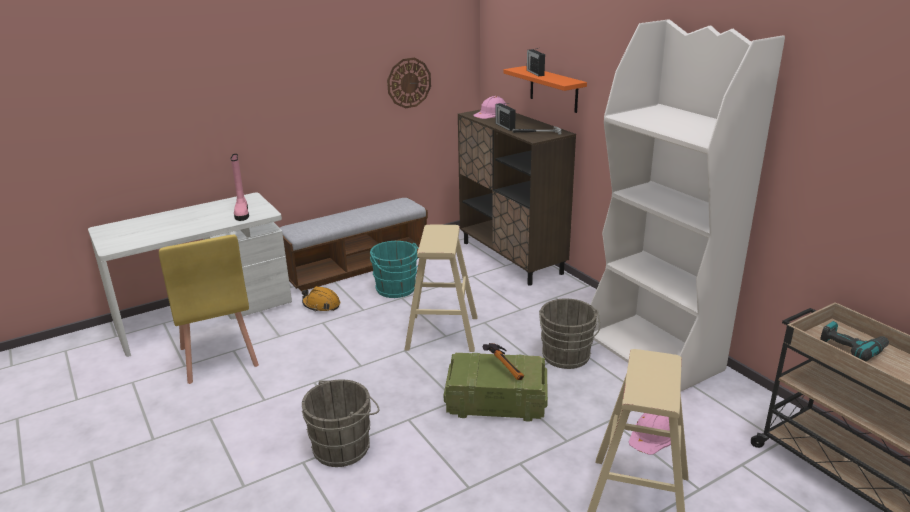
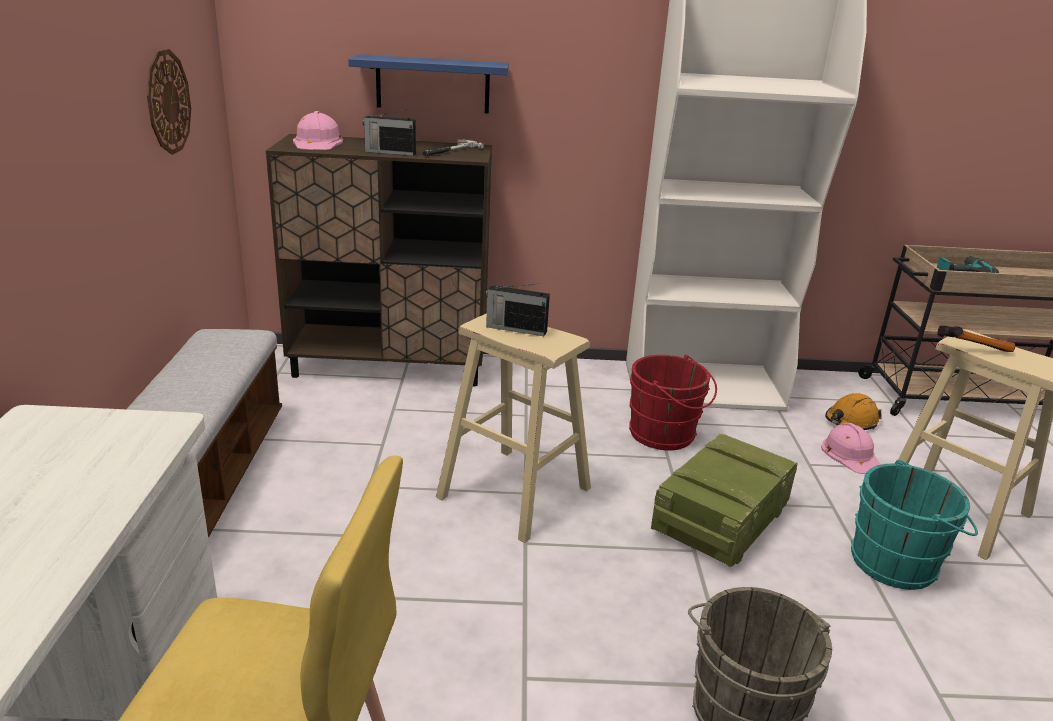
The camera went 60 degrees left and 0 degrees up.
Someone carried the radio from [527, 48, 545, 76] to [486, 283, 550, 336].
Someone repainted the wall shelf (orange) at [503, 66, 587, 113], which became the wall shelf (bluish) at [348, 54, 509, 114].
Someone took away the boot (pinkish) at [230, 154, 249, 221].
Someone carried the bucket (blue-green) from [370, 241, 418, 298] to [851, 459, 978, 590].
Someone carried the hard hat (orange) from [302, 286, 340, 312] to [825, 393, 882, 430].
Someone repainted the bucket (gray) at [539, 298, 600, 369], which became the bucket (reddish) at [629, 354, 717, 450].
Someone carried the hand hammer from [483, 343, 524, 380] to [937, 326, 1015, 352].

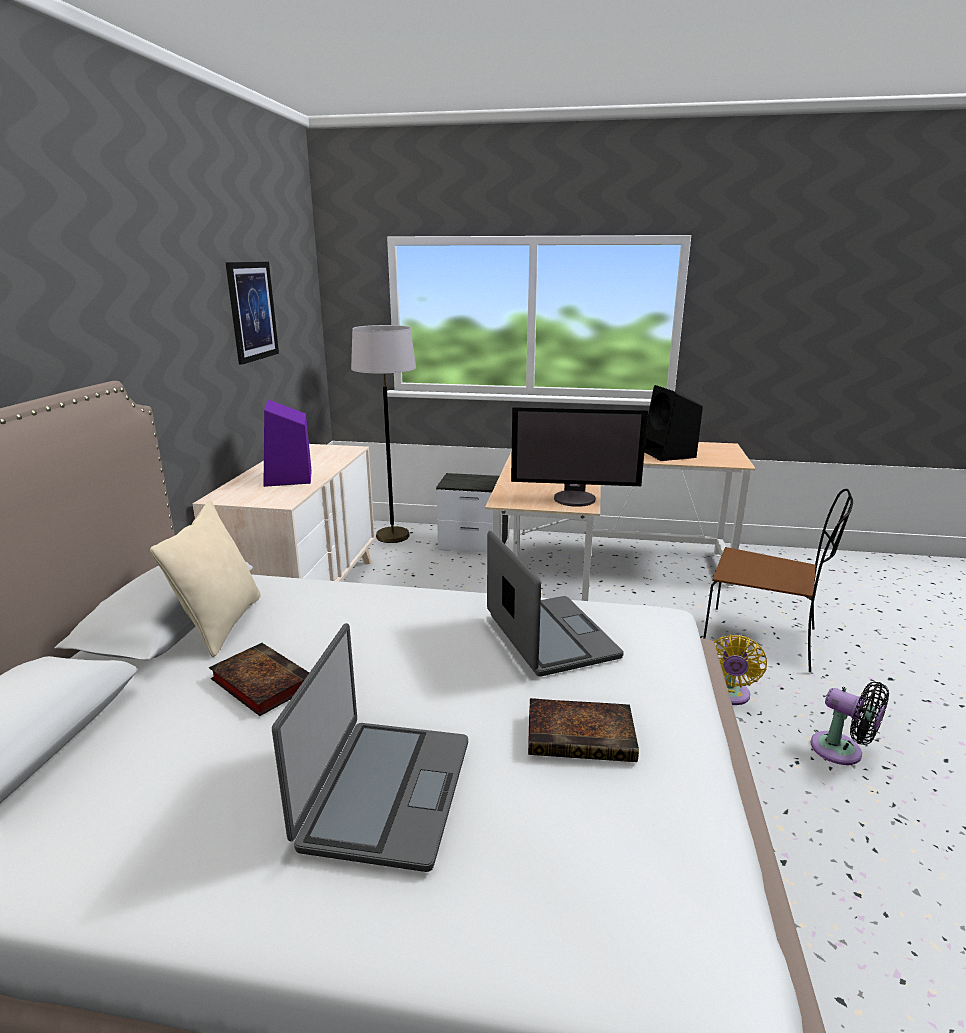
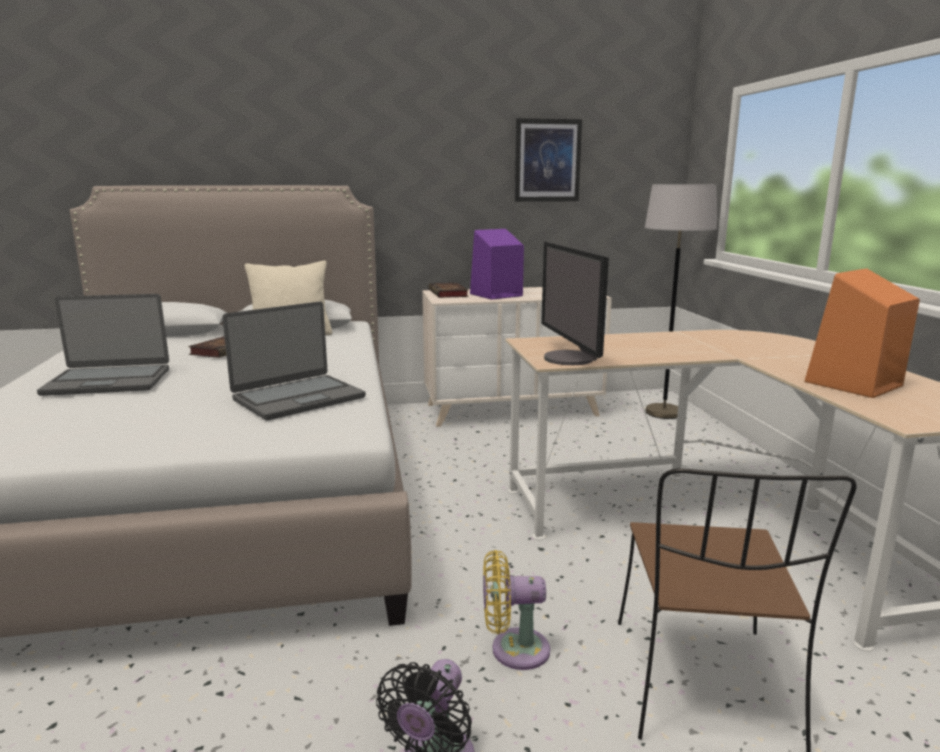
The camera went 70 degrees right and 5 degrees down.
Someone repainted the loudspeaker (black-coloured) at [645, 385, 703, 461], which became the loudspeaker (orange) at [804, 268, 920, 398].
Someone took away the nightstand at [436, 473, 508, 553].
Someone carried the bound book from [528, 698, 639, 762] to [429, 283, 469, 298].

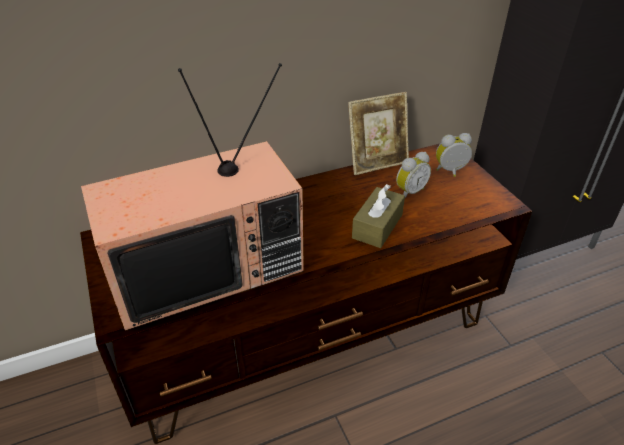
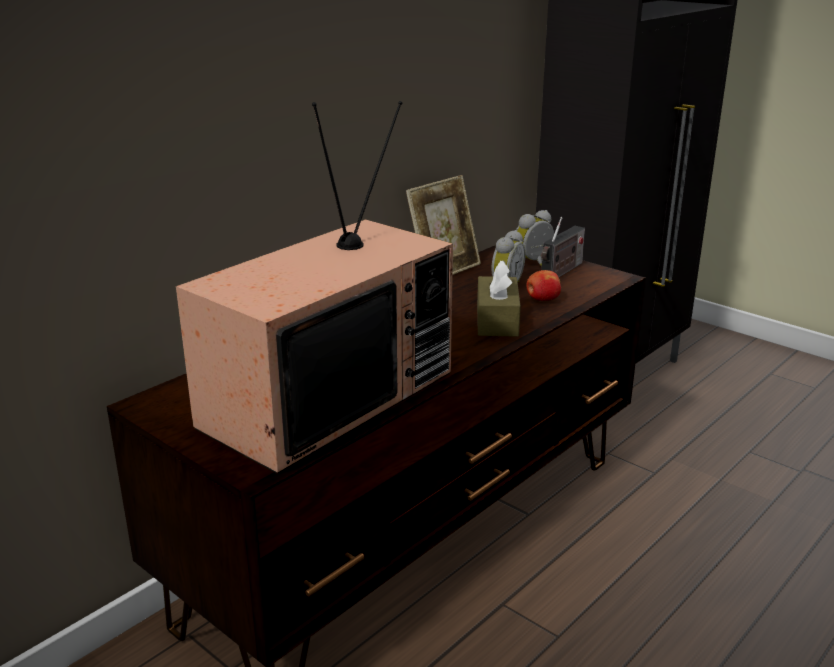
The camera went 25 degrees left and 15 degrees down.
Someone put down the radio at [541, 217, 585, 277].
Someone put down the whole apple at [526, 270, 561, 301].

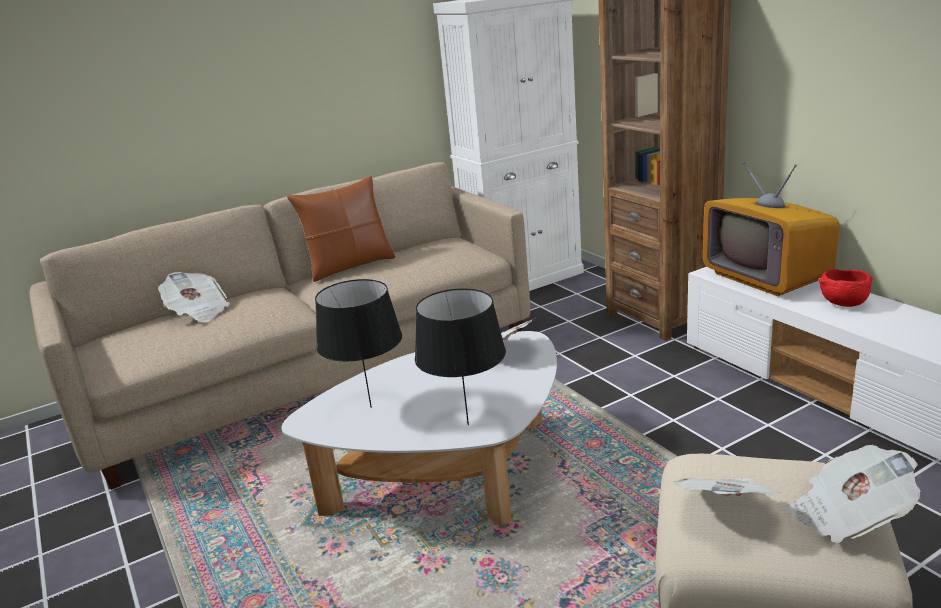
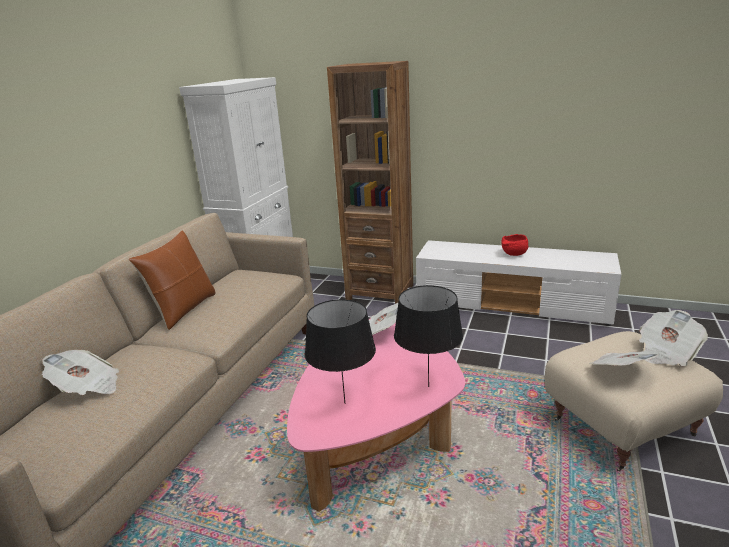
The camera went 40 degrees left and 0 degrees up.
Someone took away the television at [703, 162, 840, 296].
Someone repainted the low table (whitish) at [282, 331, 557, 526], which became the low table (pinkish) at [287, 318, 465, 512].

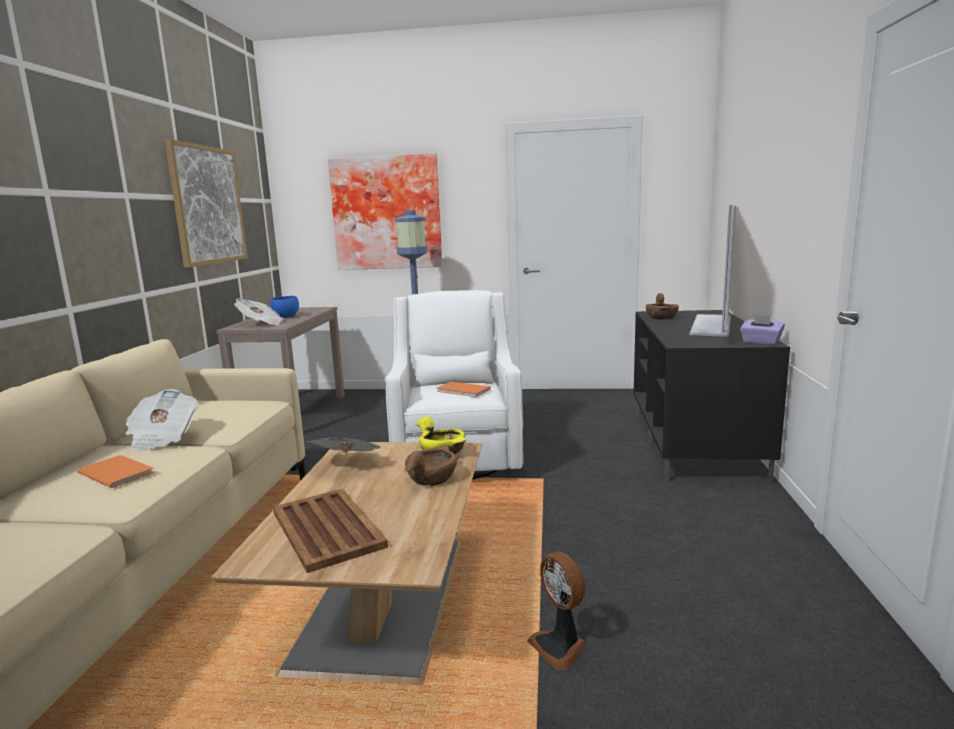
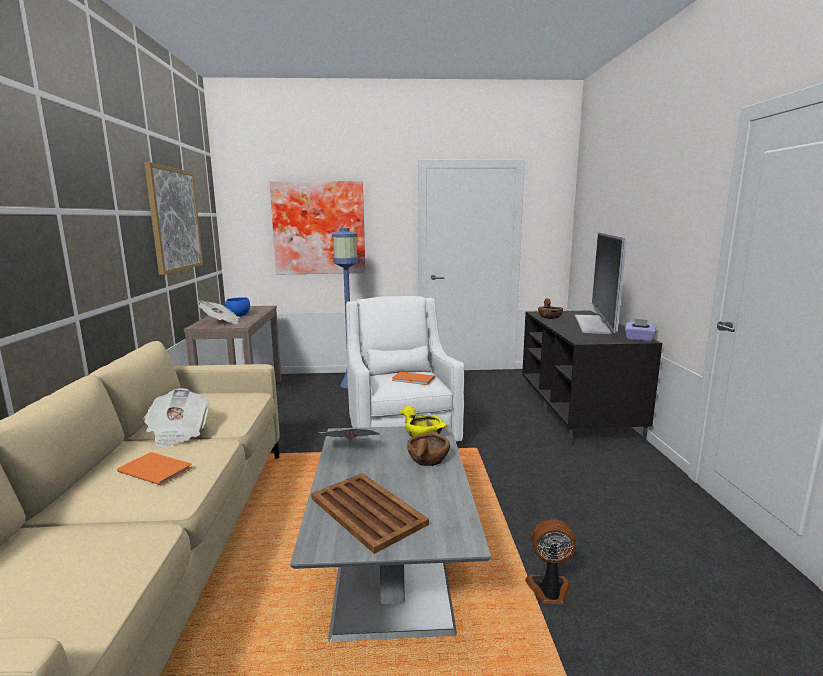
The camera went 10 degrees left and 0 degrees up.
Someone repainted the low table (brown-coloured) at [211, 442, 483, 685], which became the low table (gray) at [290, 425, 491, 642].
Someone rotated the cooling fan at [527, 552, 586, 670] by 135 degrees clockwise.

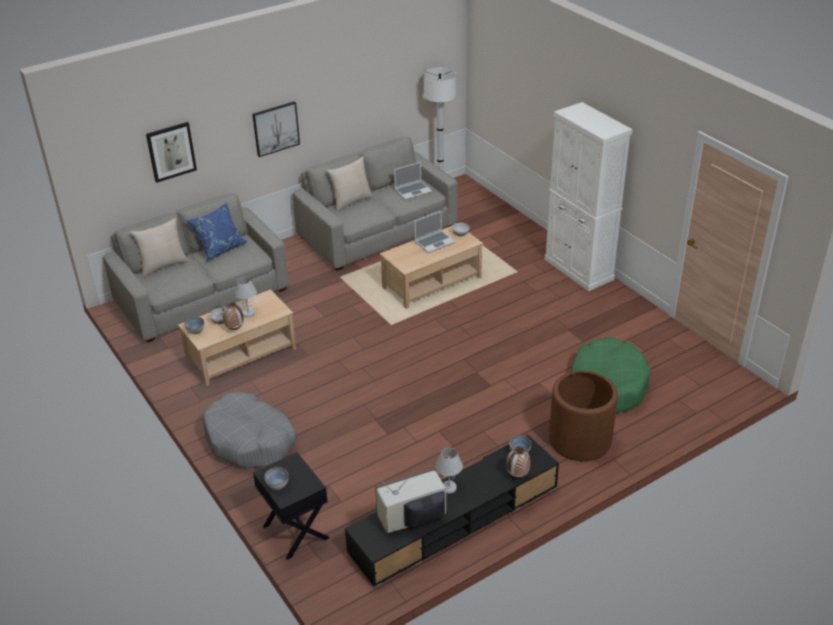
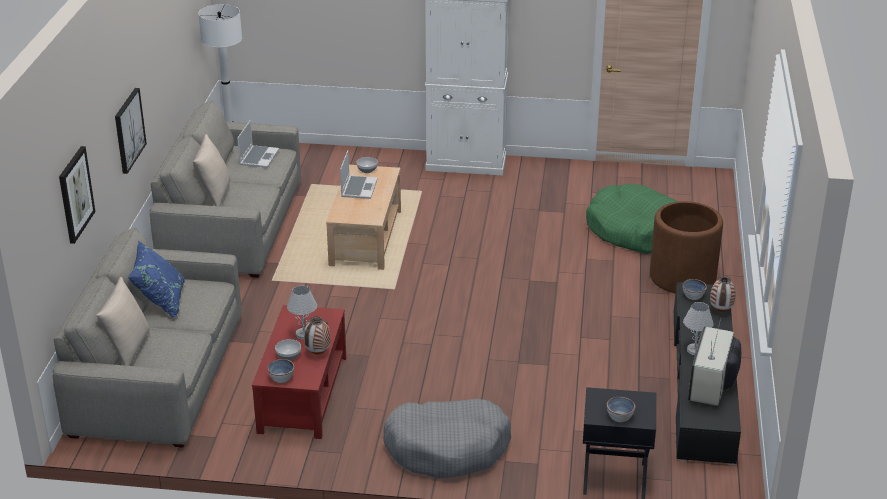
The camera went 50 degrees left and 5 degrees down.
Someone repainted the low table (beige) at [178, 289, 296, 386], which became the low table (reddish) at [252, 305, 346, 439].

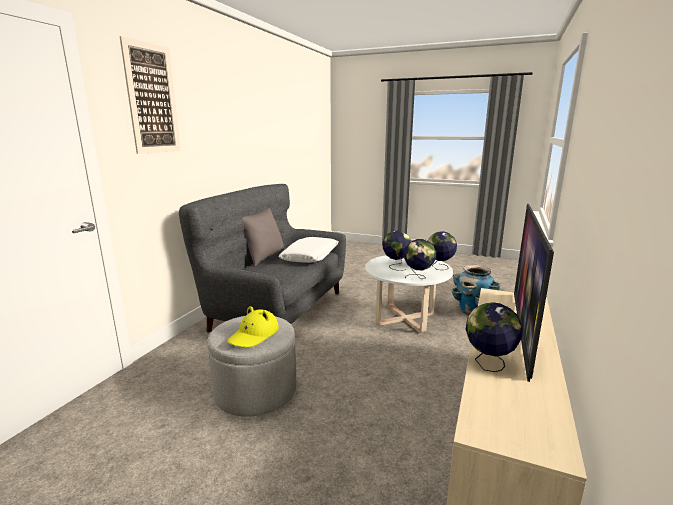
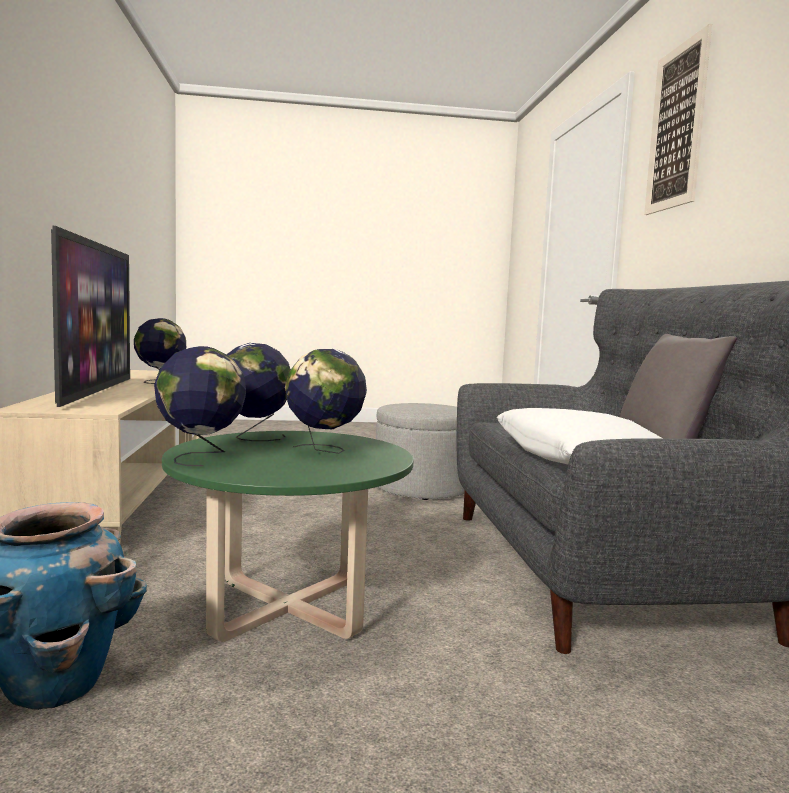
The camera went 150 degrees right and 10 degrees down.
Someone repainted the low table (whitish) at [365, 255, 453, 333], which became the low table (greenish) at [162, 431, 414, 642].
Someone took away the wearable hat (yellowish) at [227, 306, 279, 347].

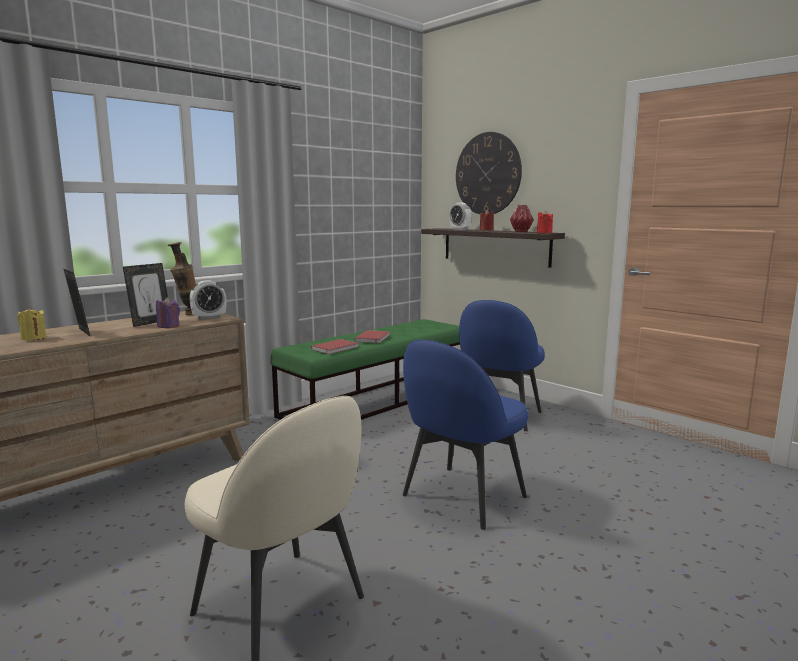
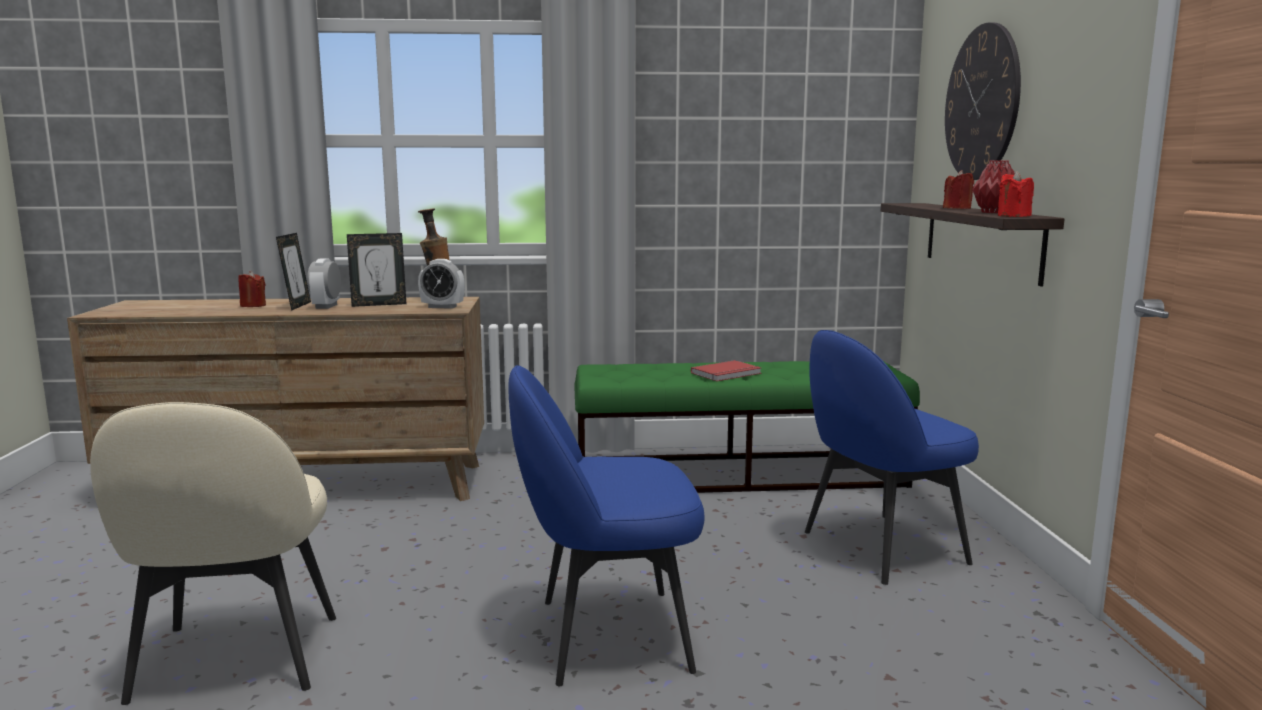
The camera went 40 degrees right and 0 degrees up.
Someone carried the table clock from [450, 203, 472, 230] to [307, 258, 341, 309].
Someone took away the wax candle (purple-coloured) at [156, 297, 180, 328].
Someone repainted the wax candle (yellowish) at [17, 306, 46, 341], which became the wax candle (reddish) at [238, 271, 266, 307].
Someone took away the bound book (reddish) at [311, 339, 359, 354].

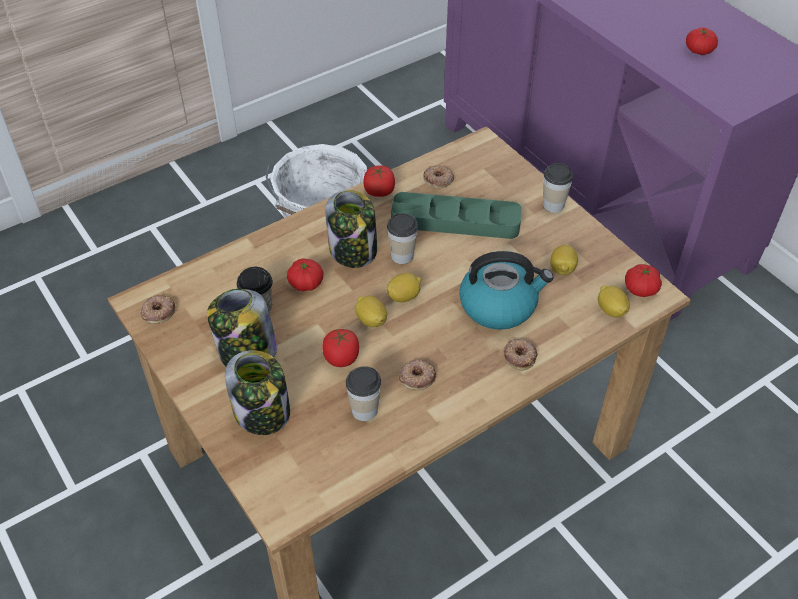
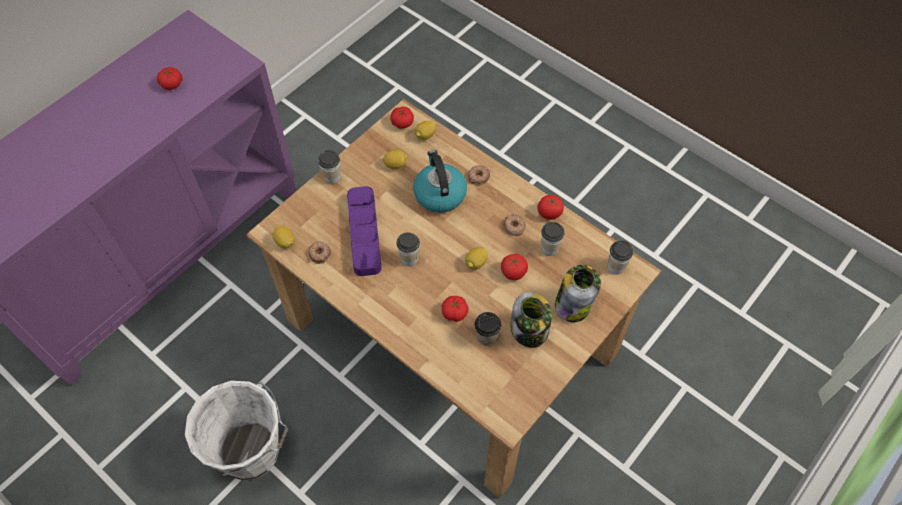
The camera went 105 degrees left and 10 degrees up.
Someone carried the tomato from [363, 165, 395, 197] to [537, 195, 564, 220].
Someone took away the jar at [325, 190, 377, 268].
Someone repainted the tray (greenish) at [391, 192, 522, 239], which became the tray (purple-coloured) at [347, 186, 381, 276].
Someone carried the whole lemon from [387, 273, 421, 302] to [272, 226, 295, 249].
Someone took away the doughnut at [141, 295, 176, 324].
Someone put down the drinking cup at [608, 241, 633, 275].

